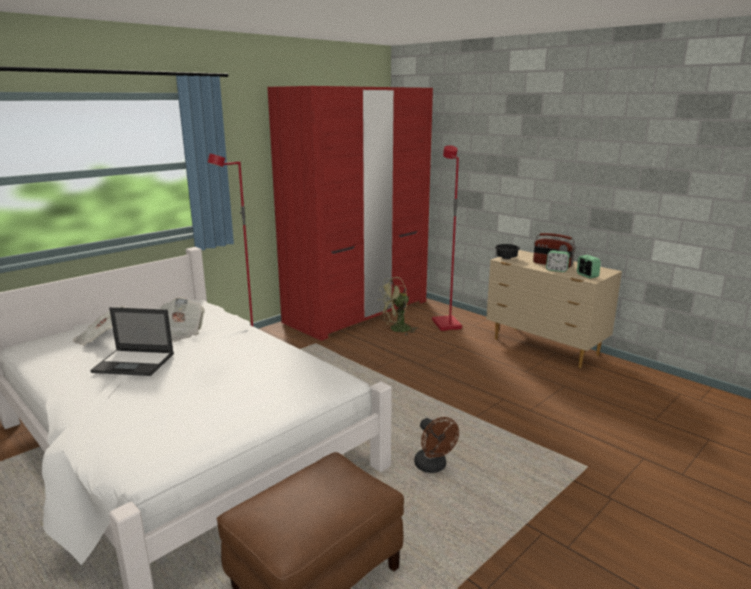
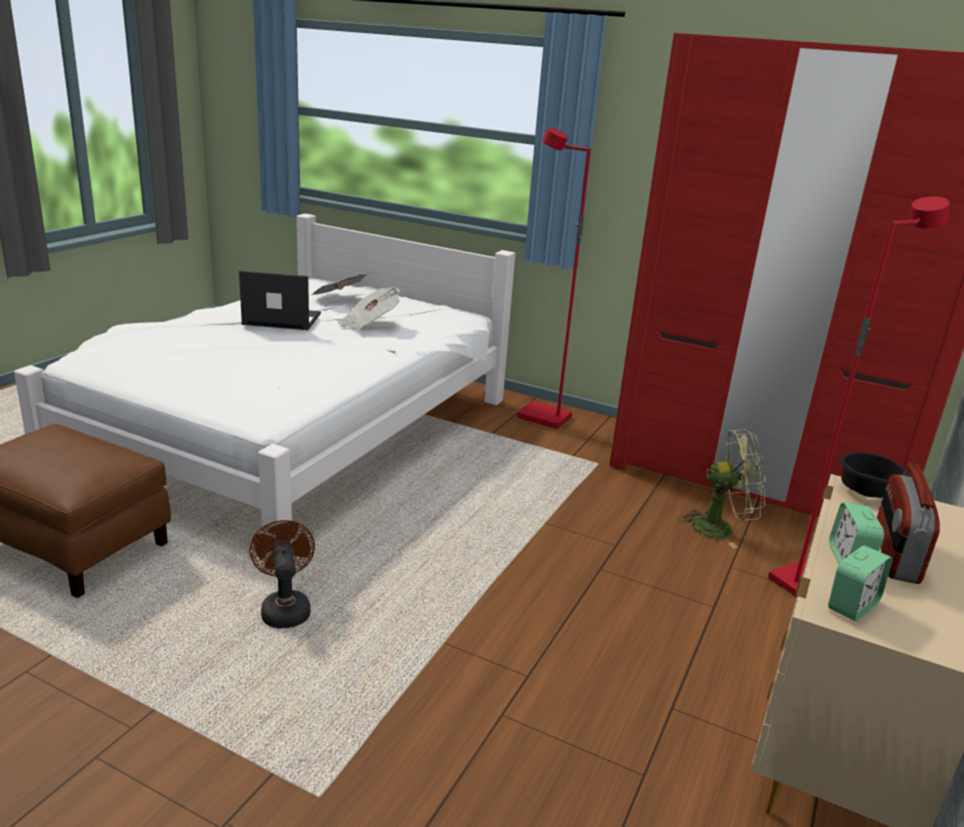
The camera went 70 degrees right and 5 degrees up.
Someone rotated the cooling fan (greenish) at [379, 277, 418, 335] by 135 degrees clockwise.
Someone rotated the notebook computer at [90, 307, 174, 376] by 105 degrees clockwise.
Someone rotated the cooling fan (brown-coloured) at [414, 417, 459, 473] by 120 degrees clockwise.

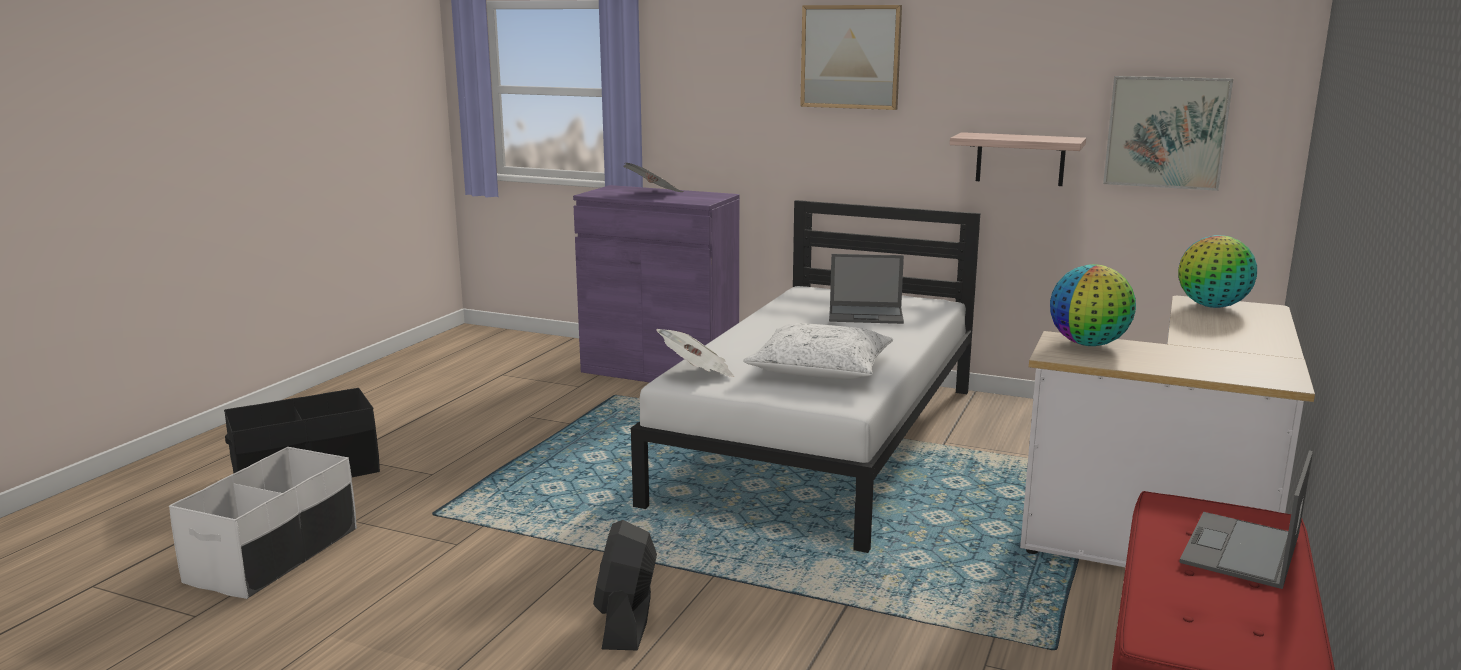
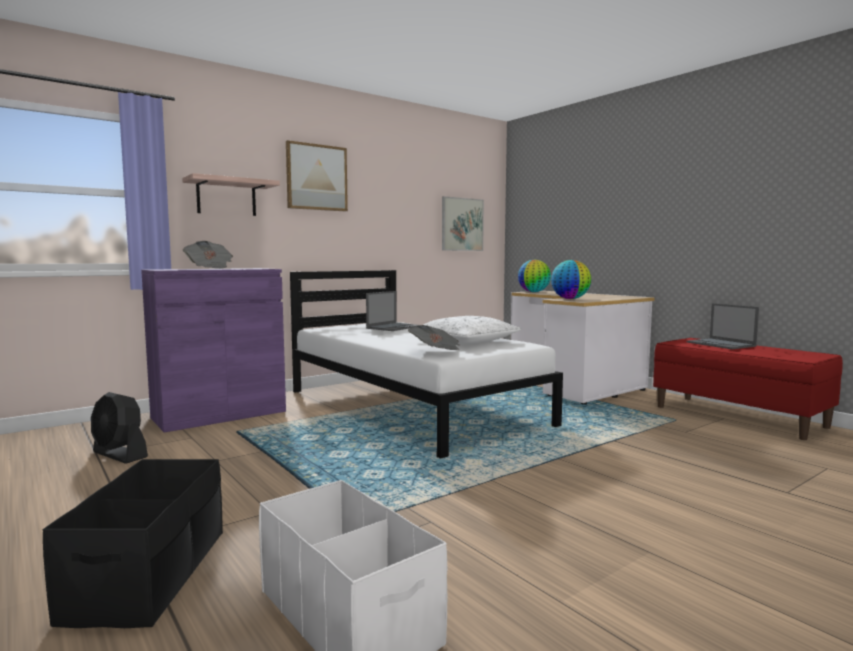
The camera went 60 degrees left and 10 degrees down.
Someone carried the wall shelf from [950, 132, 1086, 186] to [182, 173, 280, 216].
Someone carried the cooling fan (black-coloured) from [593, 520, 657, 650] to [91, 392, 148, 464].

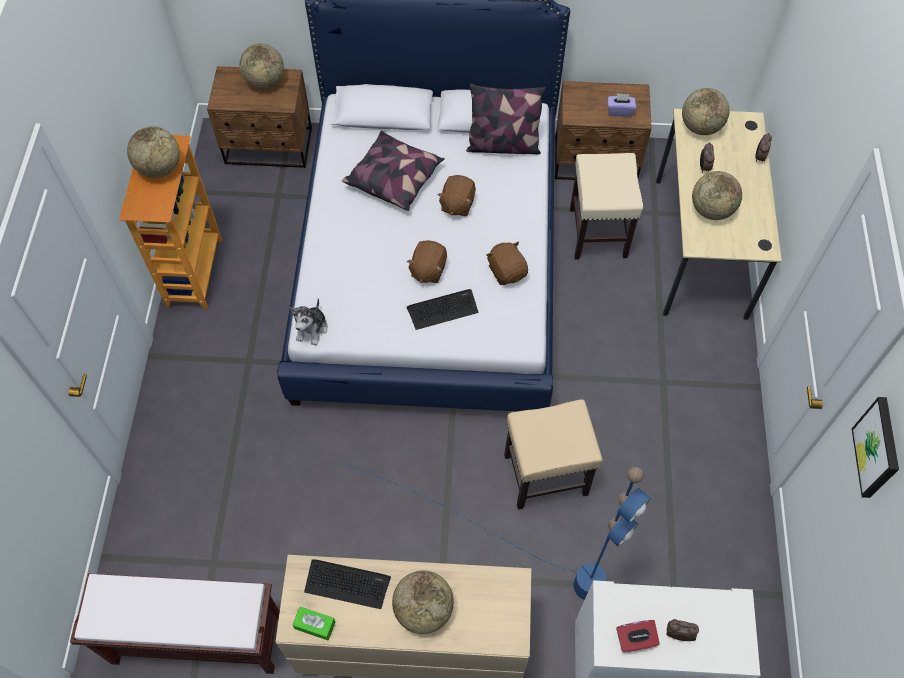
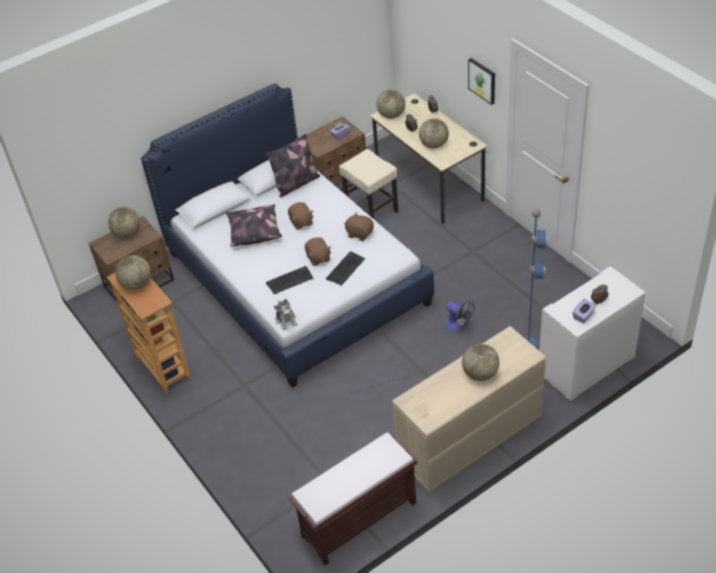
The camera went 35 degrees left and 15 degrees down.
Someone carried the picture from [852, 397, 899, 498] to [468, 58, 495, 105].
Someone swapped the sitting stool (beige) at [504, 399, 603, 510] for the cooling fan at [445, 301, 474, 332].
Someone carried the computer keyboard from [304, 559, 391, 609] to [266, 266, 313, 294].
Someone took away the box of tissues (greenish) at [292, 607, 335, 640].
Someone repainted the box of tissues (reddish) at [616, 620, 660, 652], which became the box of tissues (purple-coloured) at [572, 299, 596, 323].

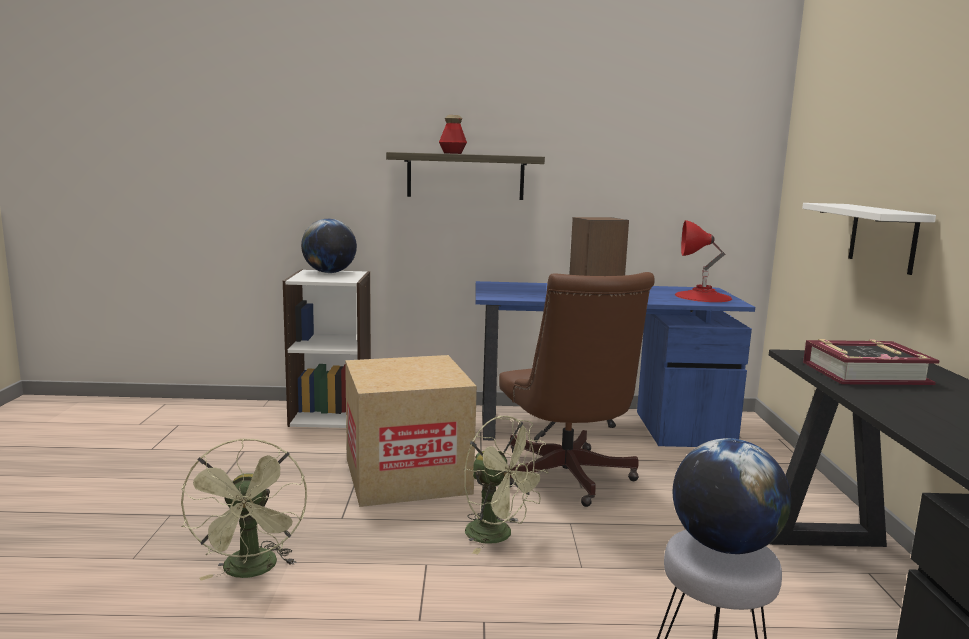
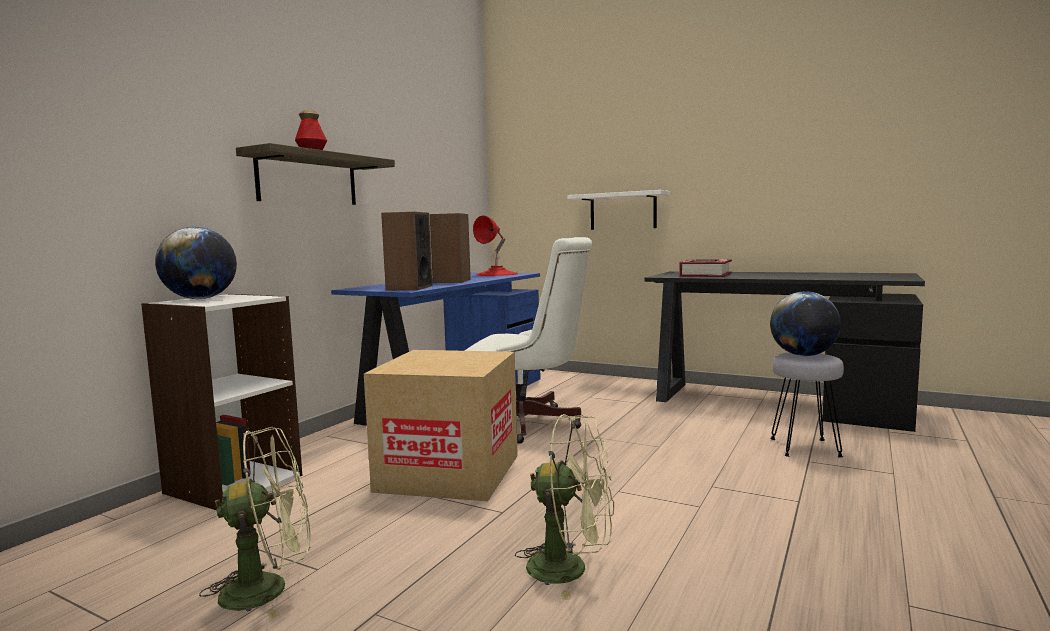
The camera went 60 degrees left and 5 degrees down.
Someone repainted the desk chair (brown-coloured) at [499, 272, 655, 507], which became the desk chair (whitish) at [465, 237, 592, 444].
Someone carried the cooling fan (greenish) from [464, 416, 548, 554] to [199, 427, 311, 619].
Someone put down the loudspeaker at [381, 212, 432, 290].

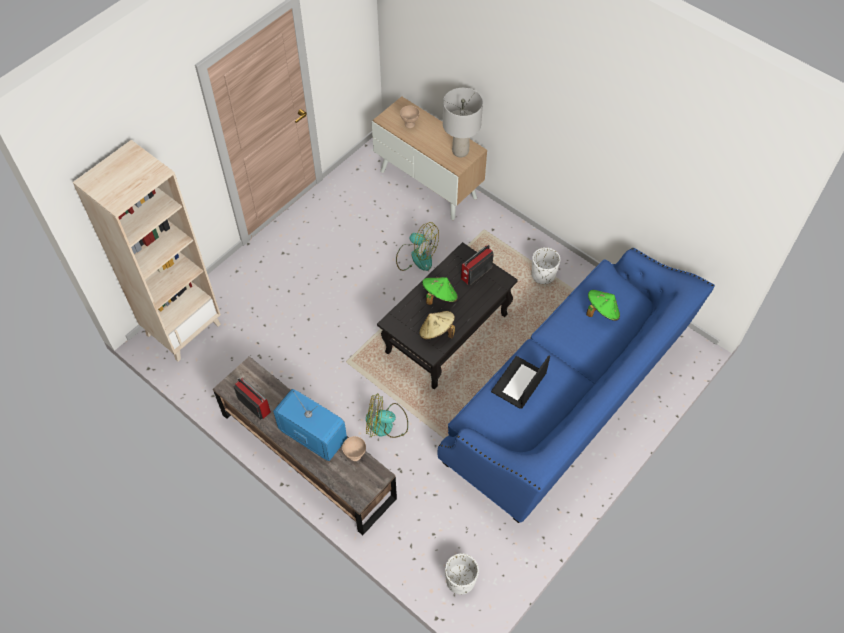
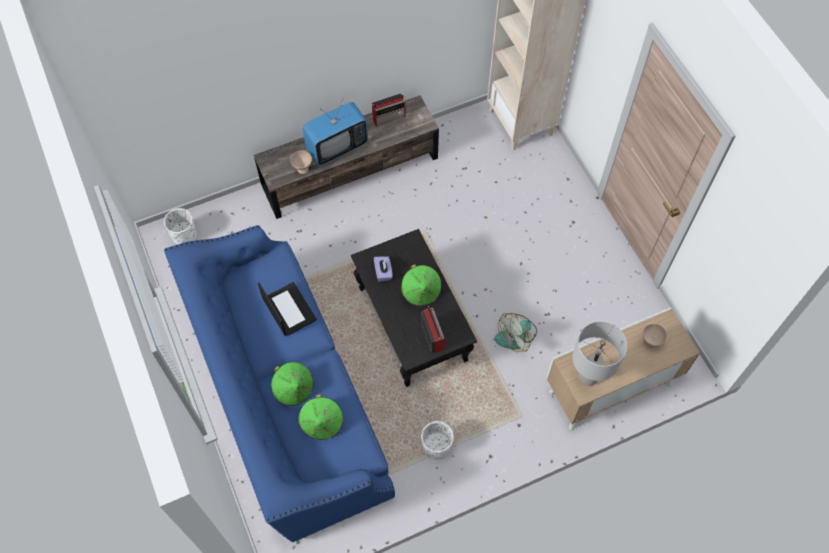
The camera went 115 degrees right and 5 degrees up.
Someone swapped the wearable hat (beige) at [419, 311, 455, 340] for the box of tissues (purple-coloured) at [374, 256, 393, 282].
Someone took away the cooling fan at [366, 393, 408, 438].
Someone put down the wearable hat (greenish) at [271, 362, 313, 406].

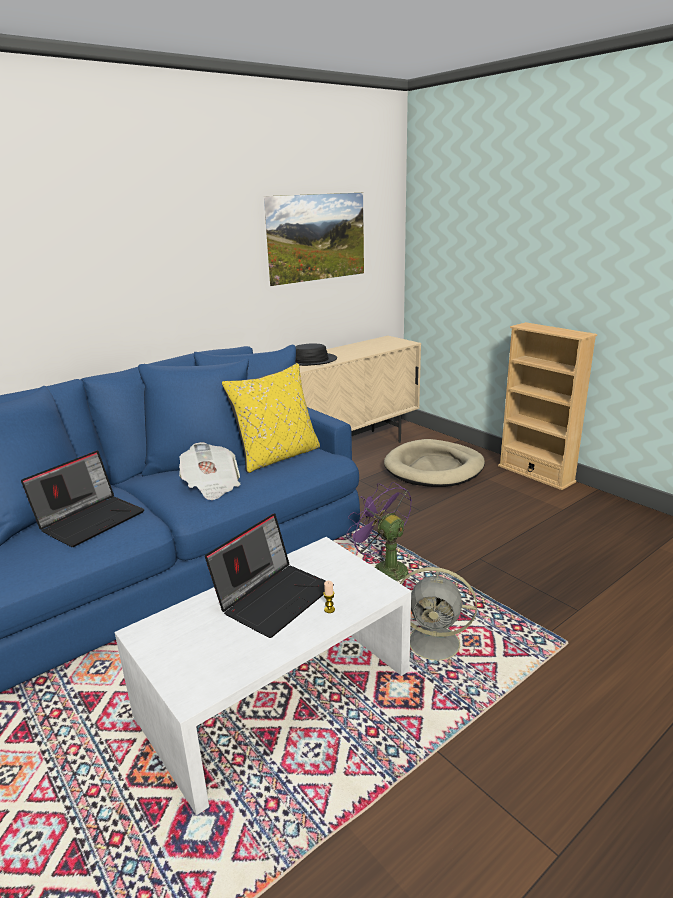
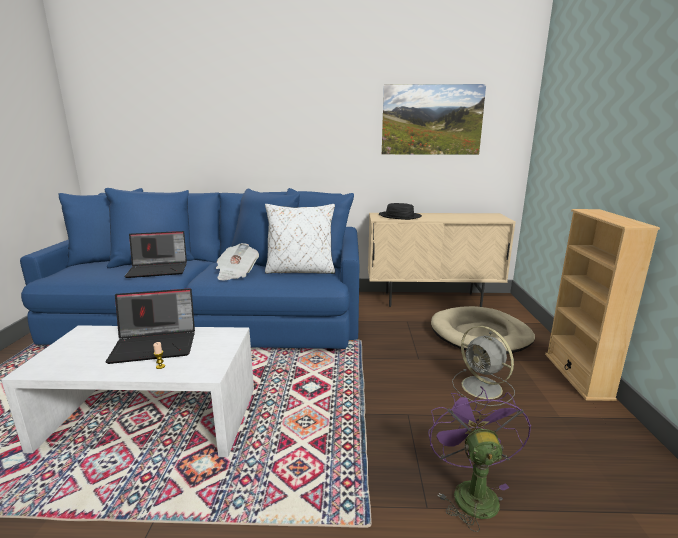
The camera went 40 degrees right and 5 degrees down.
Someone repainted the pillow (yellowish) at [222, 363, 320, 473], which became the pillow (whitish) at [265, 204, 335, 274].
Someone carried the cooling fan (purple-coloured) from [346, 482, 412, 586] to [428, 386, 531, 532].
Someone carried the cooling fan (gray) from [400, 567, 477, 667] to [452, 326, 515, 406].

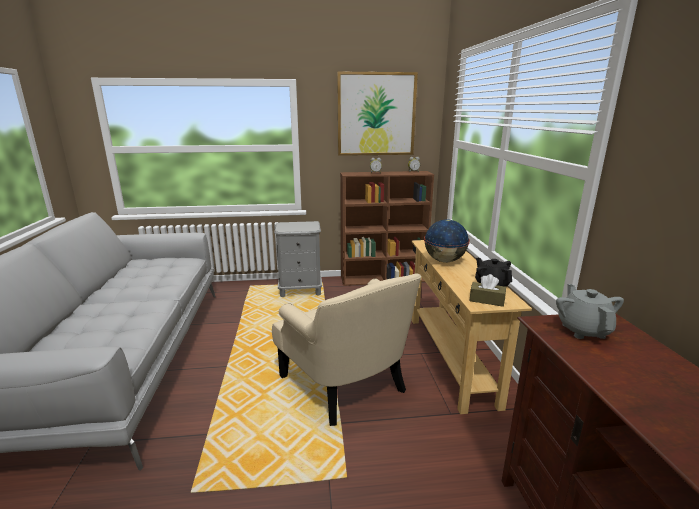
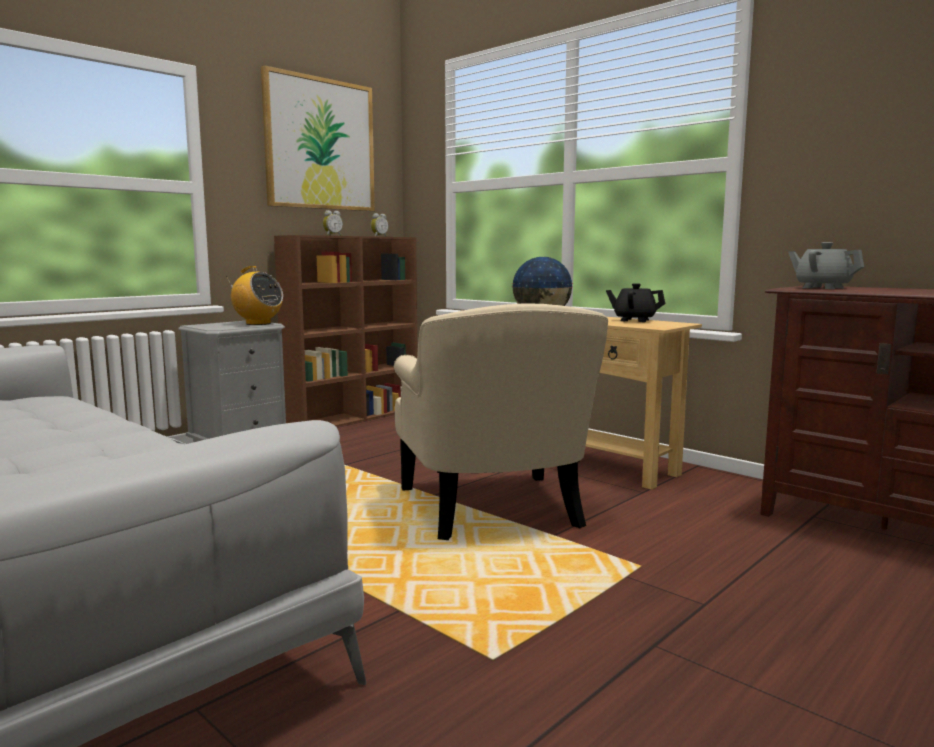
The camera went 40 degrees left and 10 degrees down.
Someone rotated the easy chair (beige) at [272, 273, 422, 426] by 60 degrees clockwise.
Someone took away the box of tissues (brown-coloured) at [470, 274, 506, 307].
Someone put down the radio at [226, 266, 283, 325].

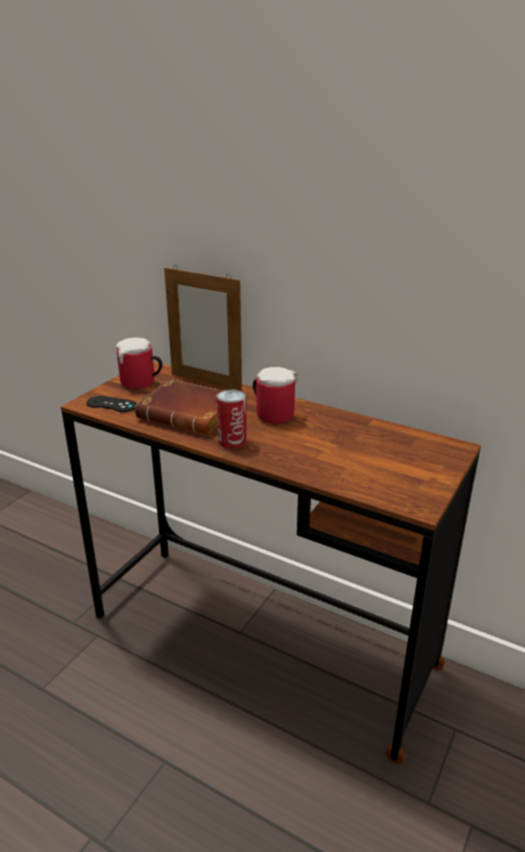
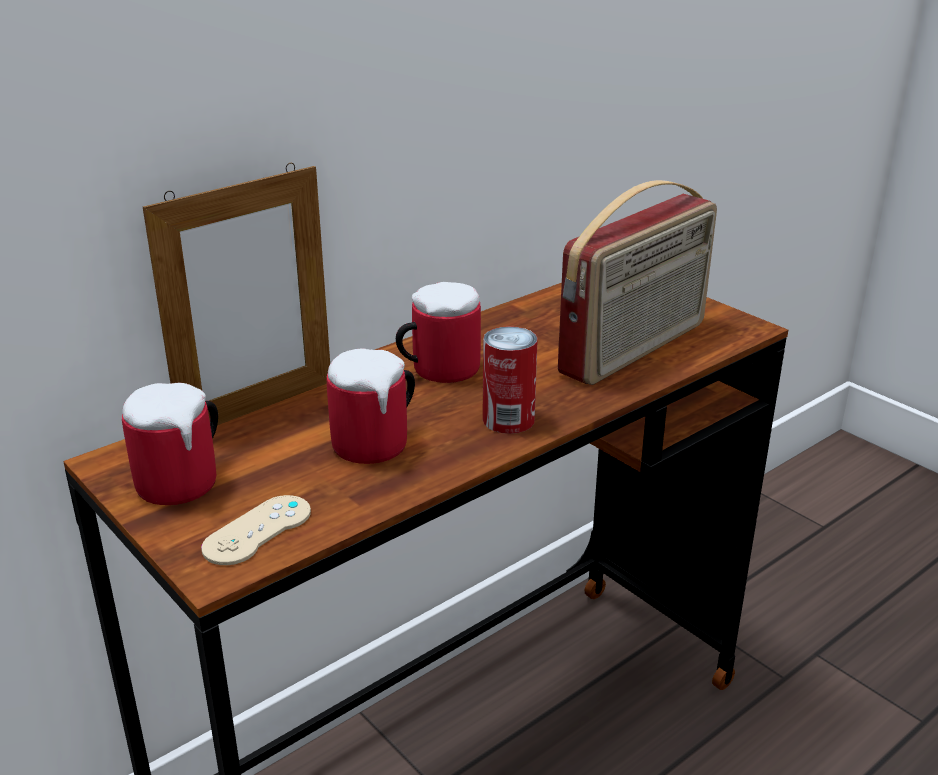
The camera went 70 degrees left and 0 degrees up.
Someone swapped the bound book (brown-coloured) at [135, 379, 224, 435] for the coffee mug at [327, 348, 415, 464].
Someone repainted the gamepad (black-coloured) at [87, 396, 137, 412], which became the gamepad (beige) at [201, 495, 311, 565].
Someone put down the radio at [558, 180, 717, 385].

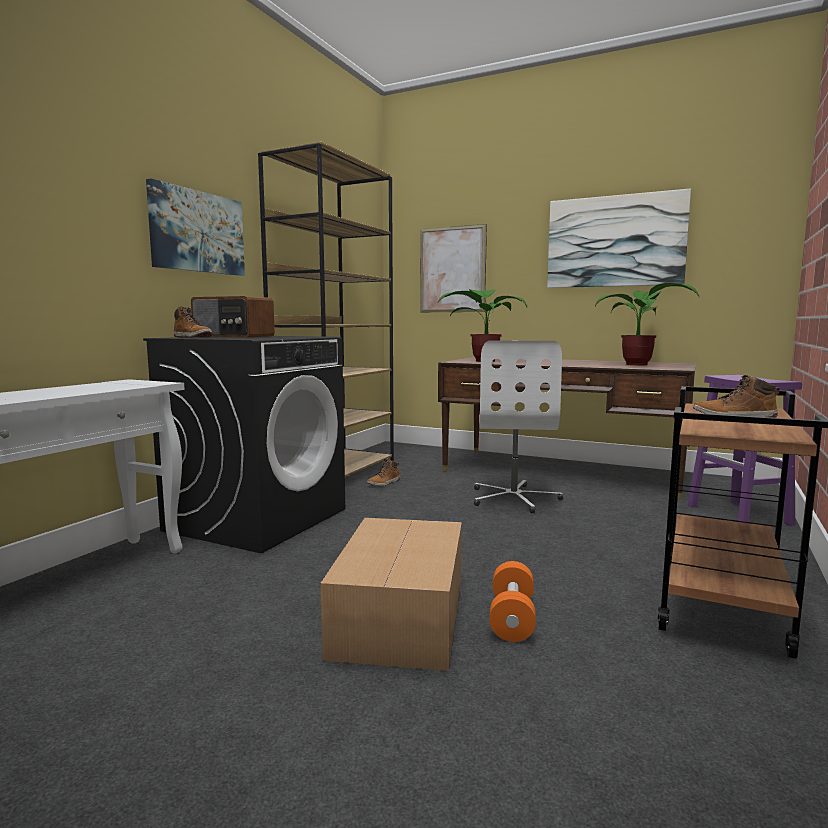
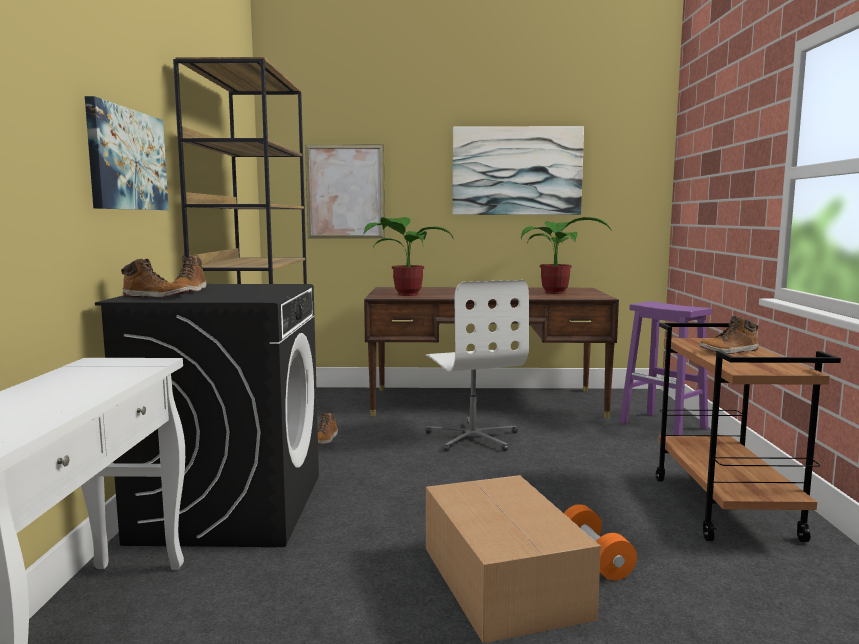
The camera went 25 degrees left and 0 degrees up.
Someone swapped the radio at [191, 296, 275, 337] for the boot at [172, 255, 207, 292].

